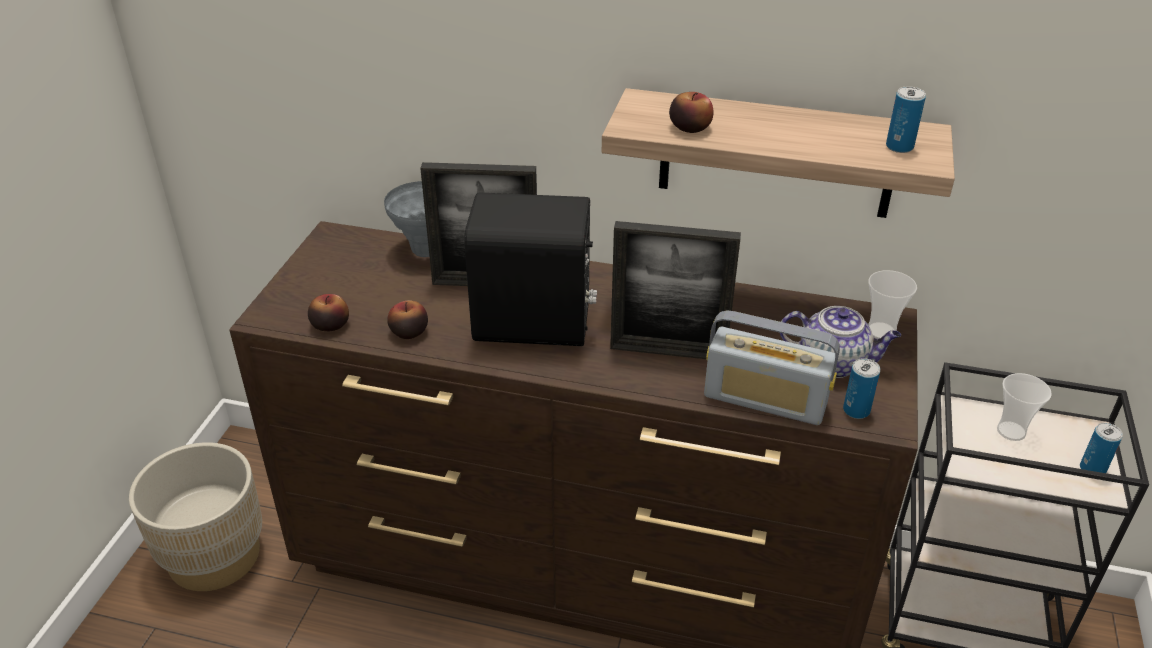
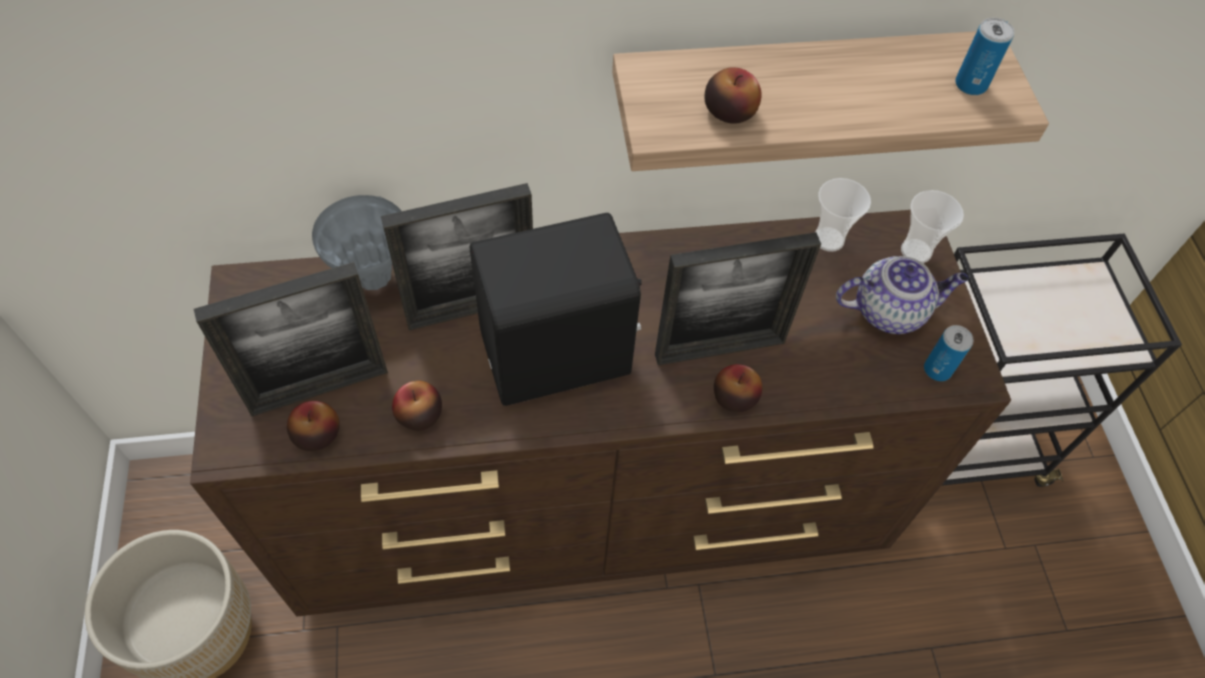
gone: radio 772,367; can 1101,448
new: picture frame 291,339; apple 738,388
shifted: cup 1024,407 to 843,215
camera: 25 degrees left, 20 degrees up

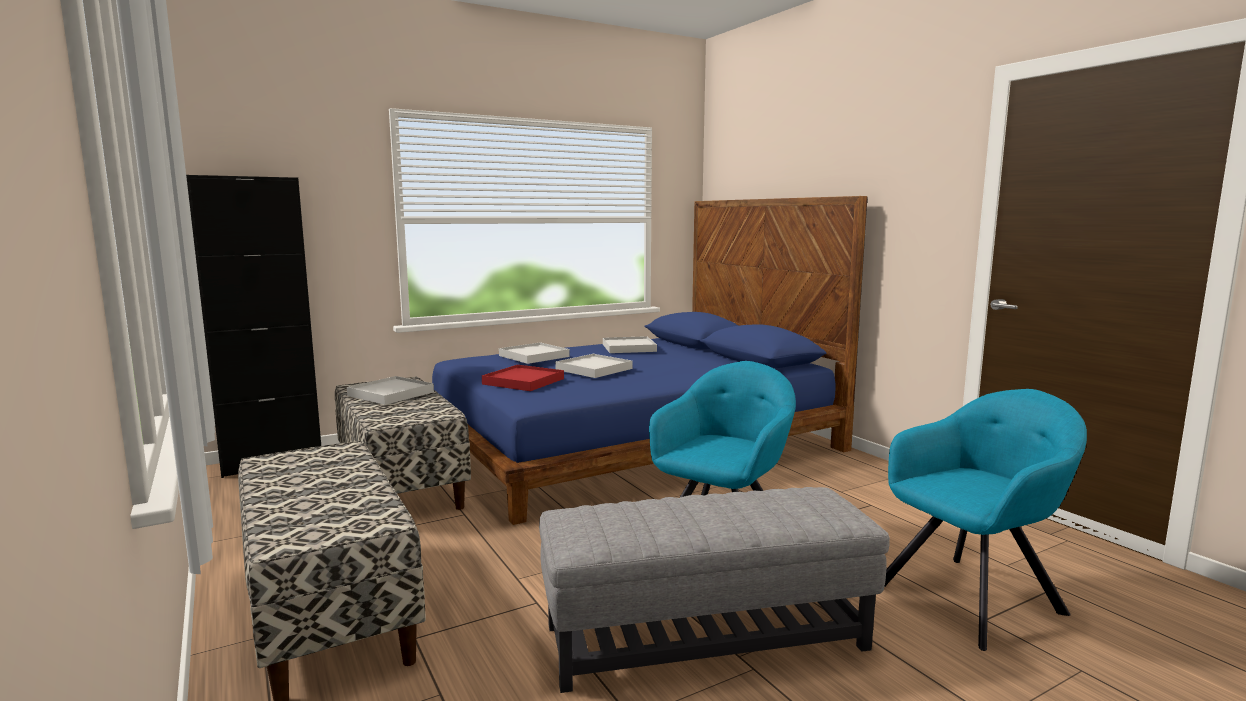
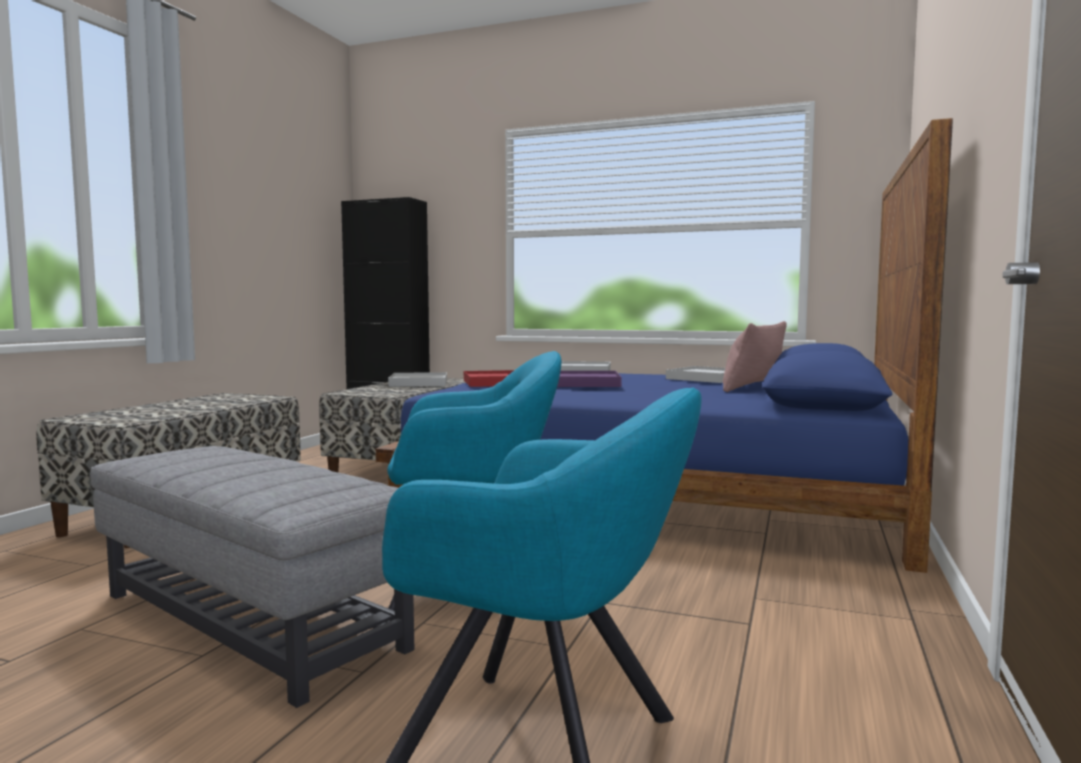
new: pillow in pink 755,356
repainted: tray in white 593,366 to tray in purple 589,379
camera: 50 degrees right, 5 degrees down

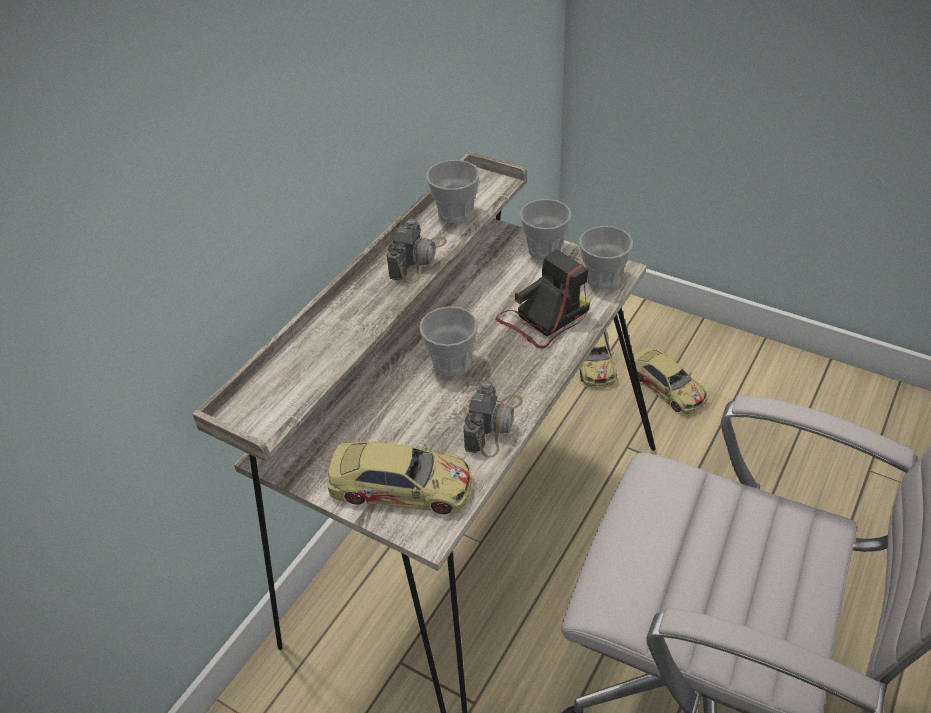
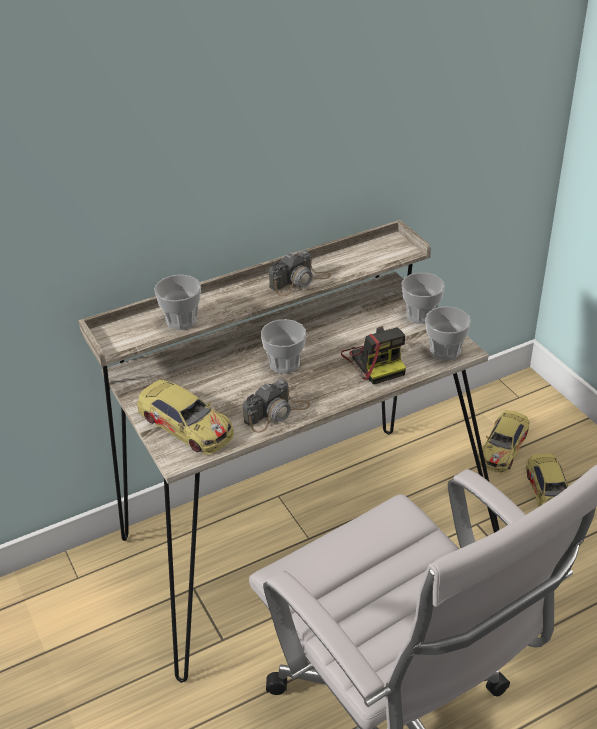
shifted: cup 453,192 to 177,302
rotated: photo camera 543,299 = 373,355 75 degrees clockwise
camera: 30 degrees right, 5 degrees down

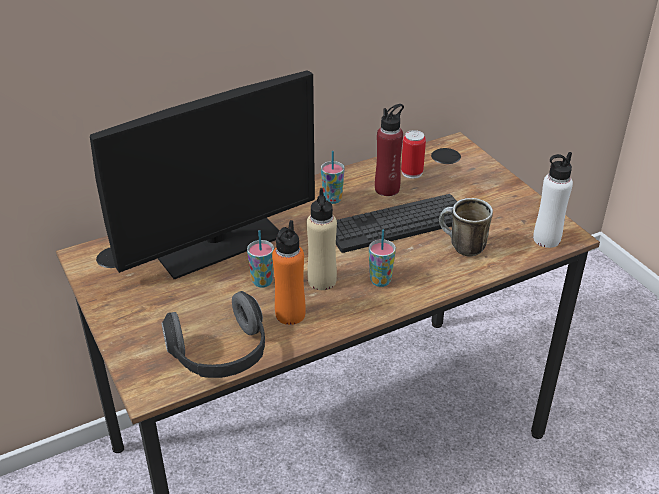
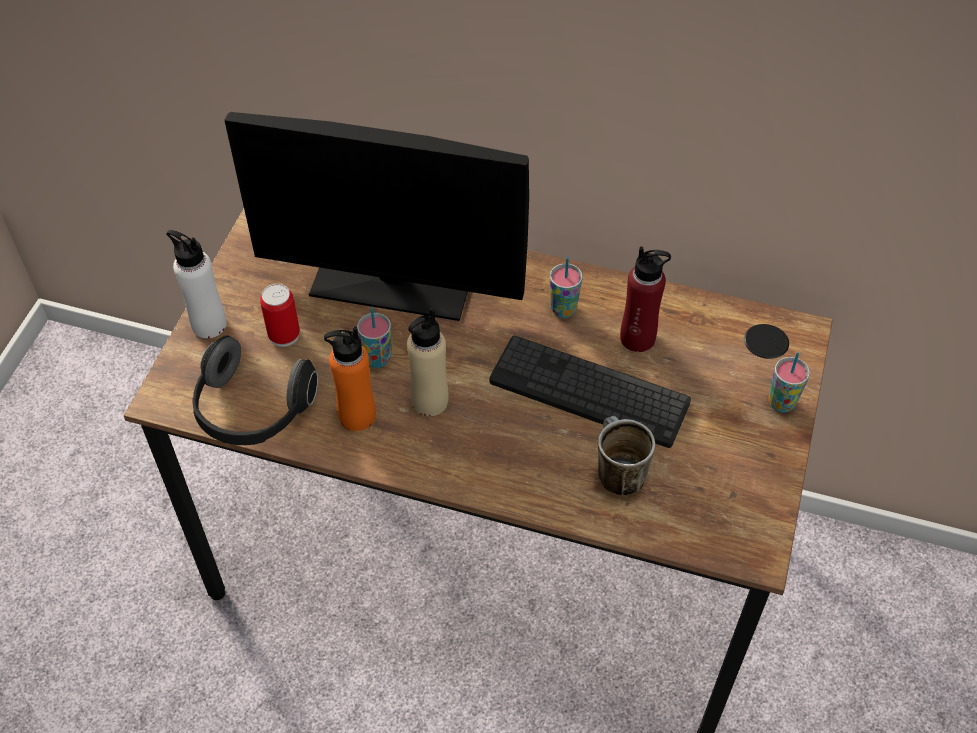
shifted: can 413,154 to 280,315; bottle in white 553,200 to 196,284; cup 382,258 to 789,382
camera: 45 degrees right, 15 degrees up

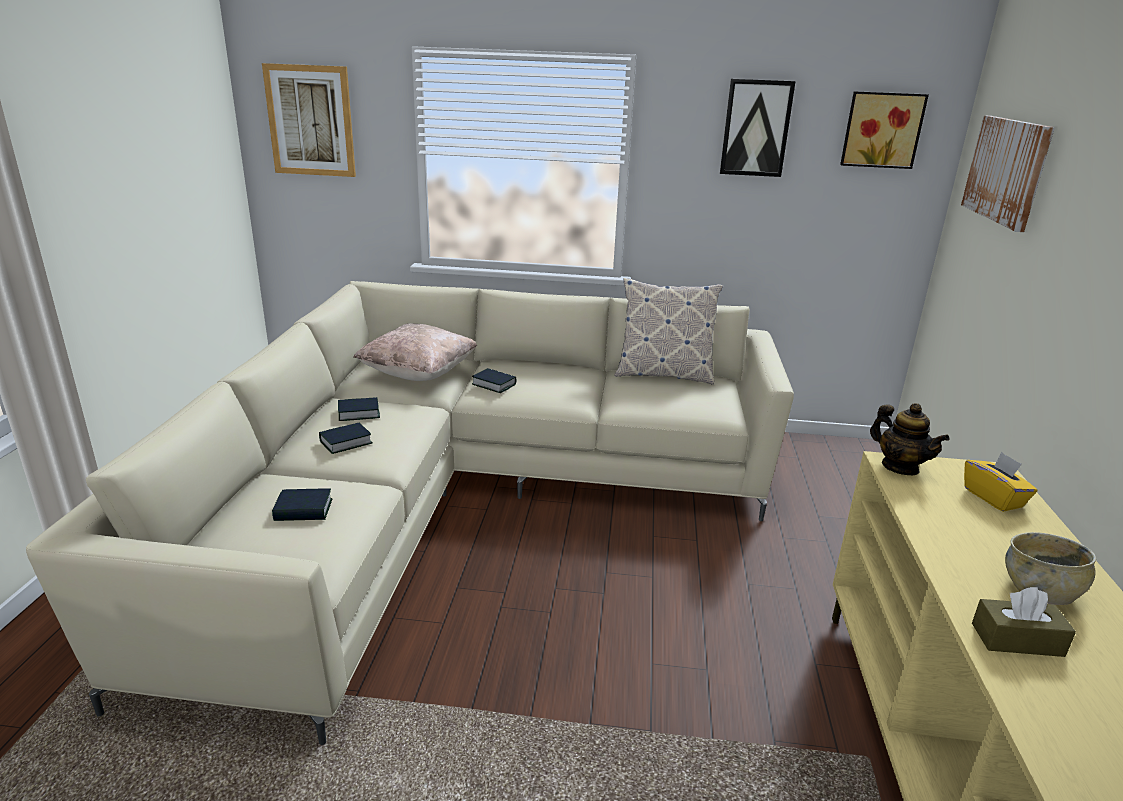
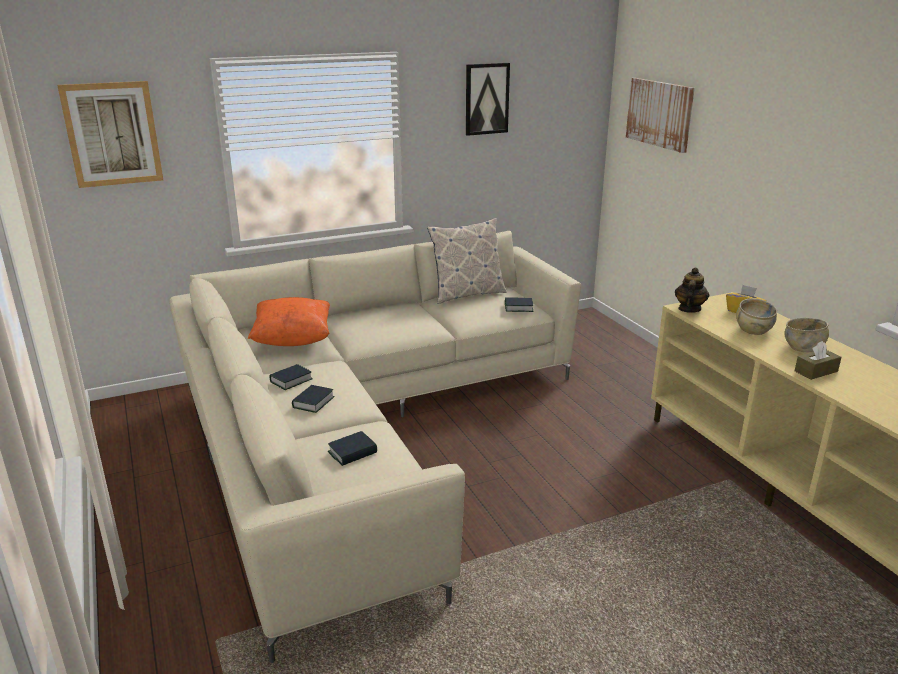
gone: picture 884,130
new: bowl in beige 756,316
shifted: book 494,380 to 519,304
repainted: pillow in beige 415,352 to pillow in orange 289,321
rotated: teapot 910,439 = 692,290 90 degrees counterclockwise
camera: 30 degrees left, 0 degrees up

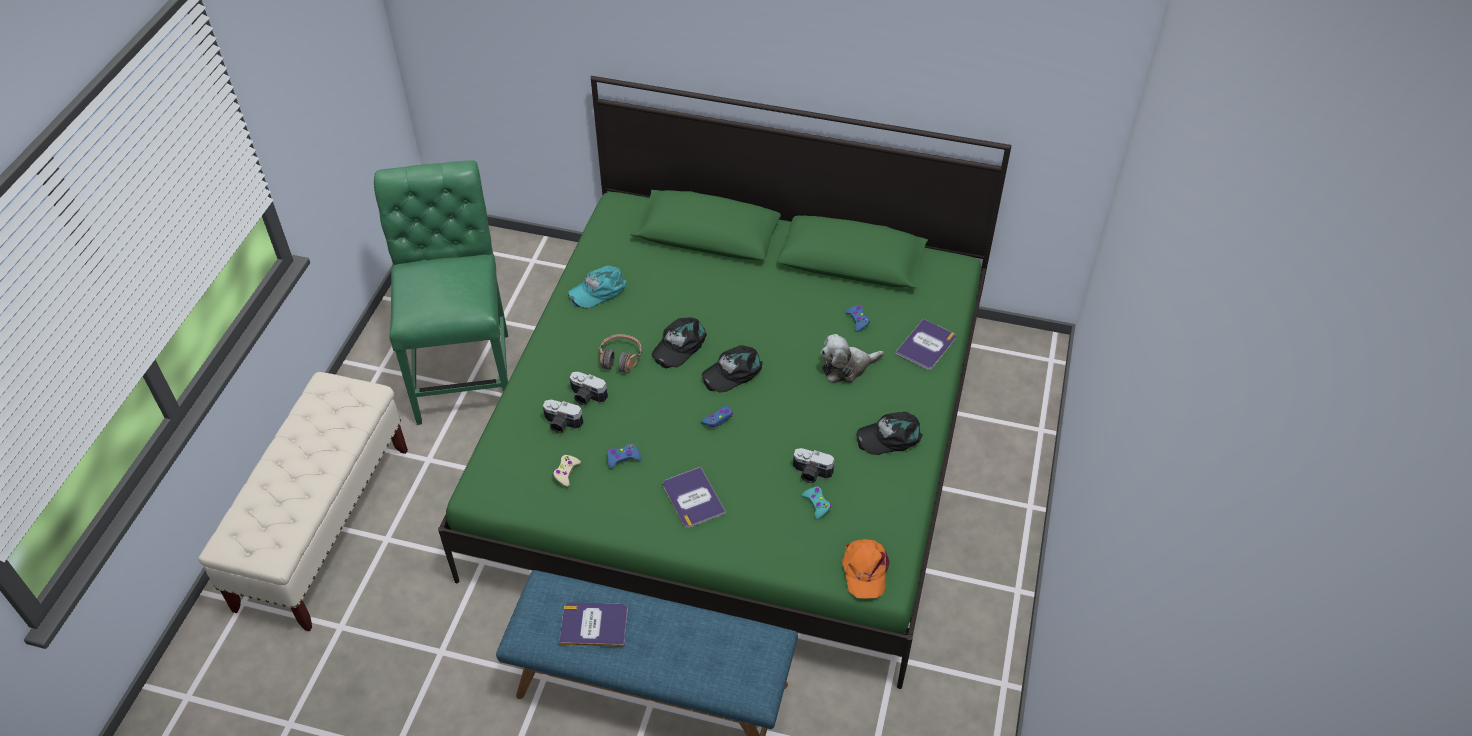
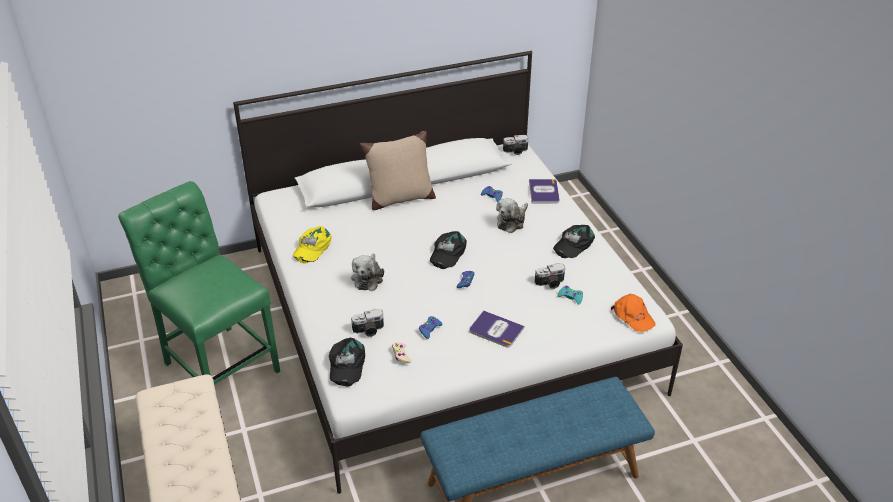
gone: book 593,624
new: pillow in beige 398,170
shifted: cap in black 679,343 to 347,362; photo camera 588,388 to 515,145
swapped: headphones 620,353 to plush toy 367,272
repainted: bed in green 725,382 to bed in white 458,272; cap in turquoise 597,287 to cap in yellow 312,245
camera: 35 degrees left, 10 degrees down

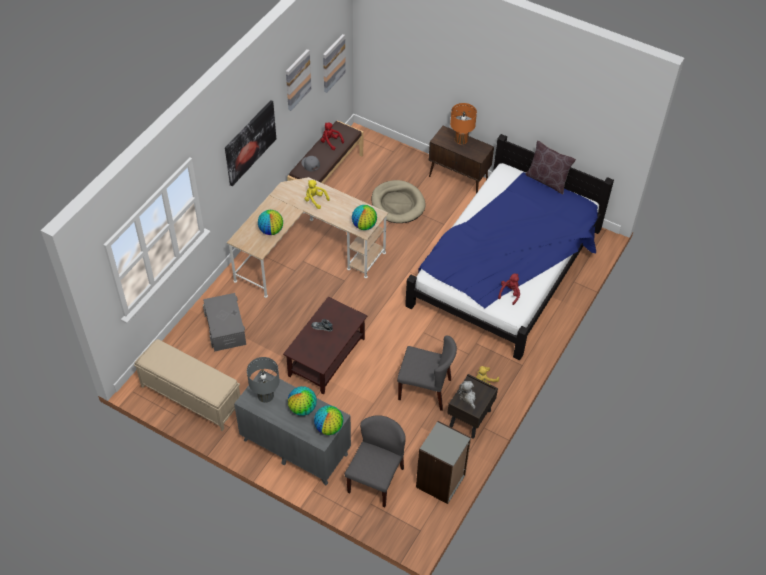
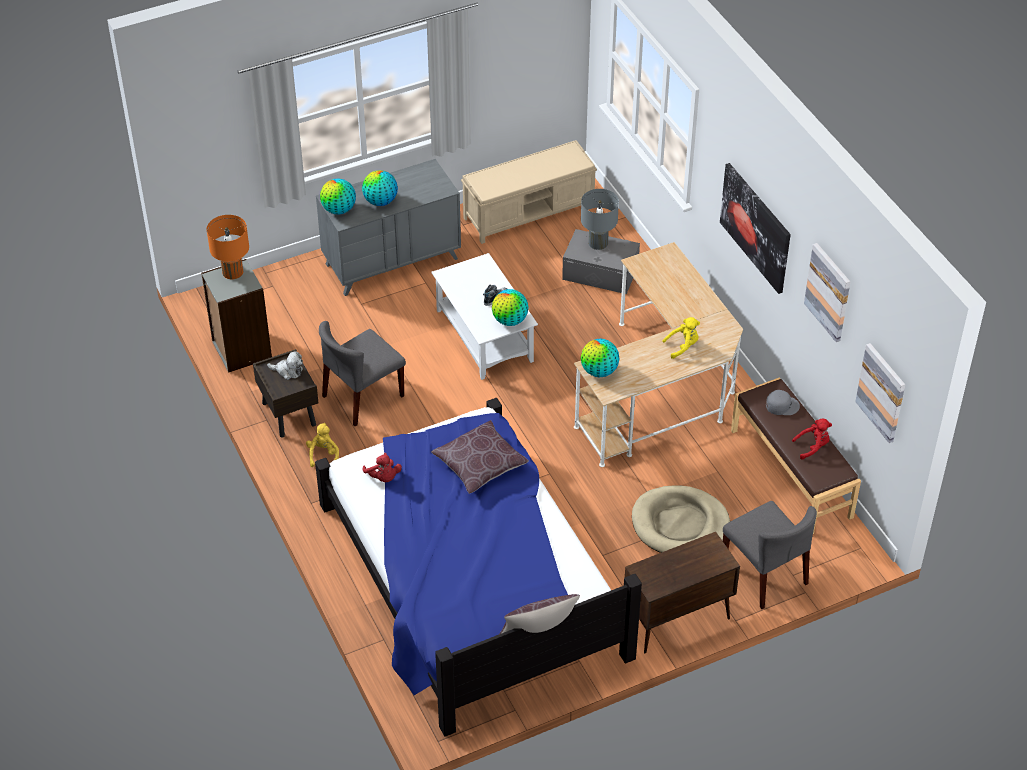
new: pillow in brown 480,457
shifted: table lamp in orange 463,124 to 227,247; globe 270,222 to 510,307; table lamp in grey 263,380 to 600,219; chair in grey 375,461 to 770,555
repainted: coffee table in brown 325,346 to coffee table in white 485,316
camera: 125 degrees right, 5 degrees down

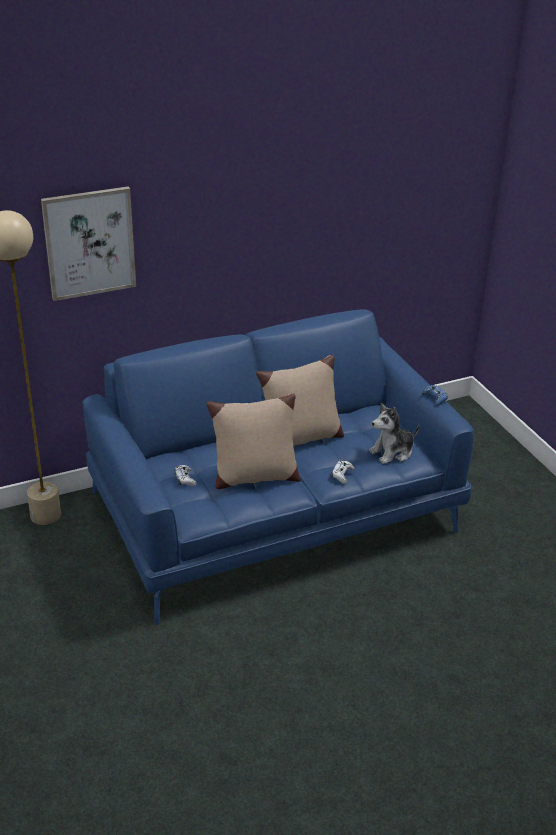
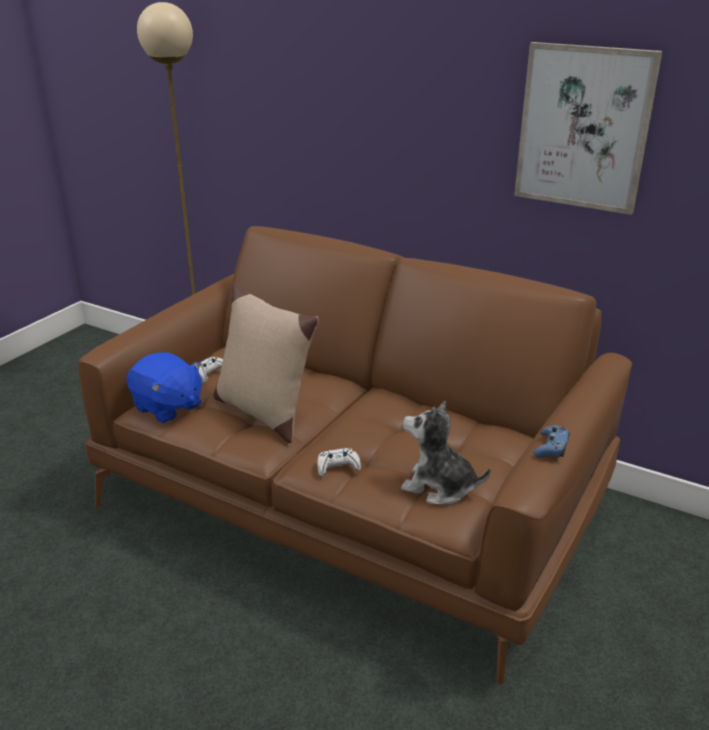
gone: pillow in beige 300,400
new: plush toy in blue 164,387
shifted: picture 88,244 to 588,128
repainted: sofa in blue 278,467 to sofa in brown 355,455
camera: 55 degrees right, 5 degrees down

